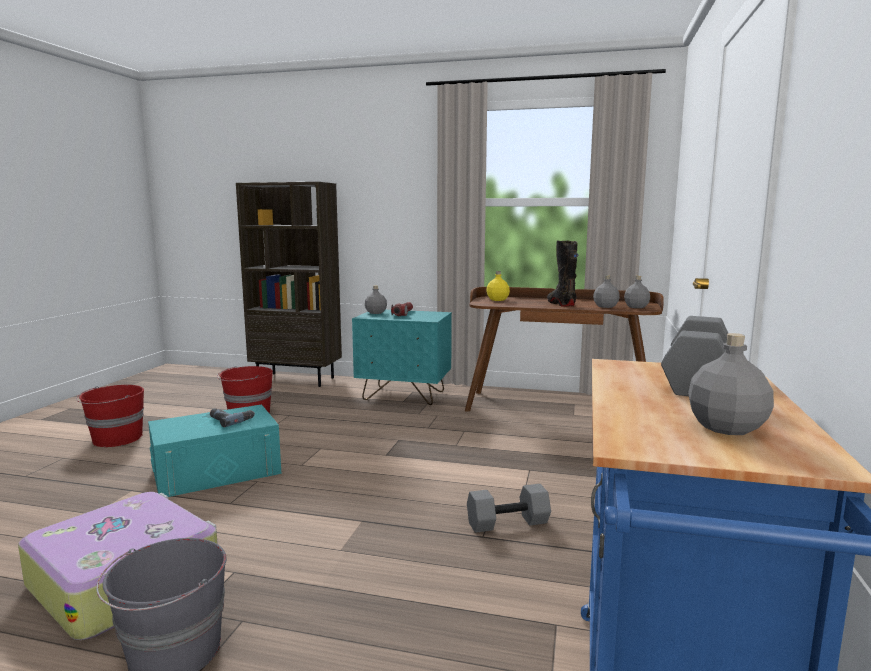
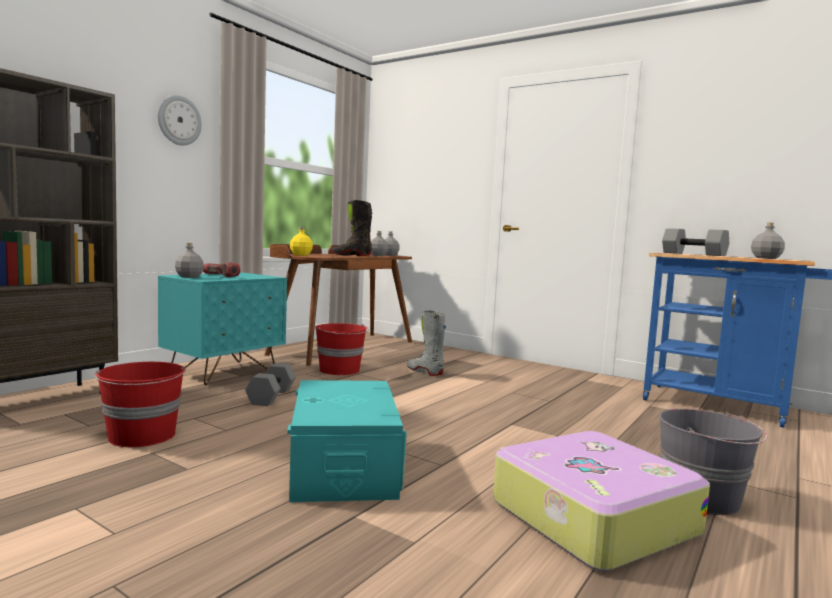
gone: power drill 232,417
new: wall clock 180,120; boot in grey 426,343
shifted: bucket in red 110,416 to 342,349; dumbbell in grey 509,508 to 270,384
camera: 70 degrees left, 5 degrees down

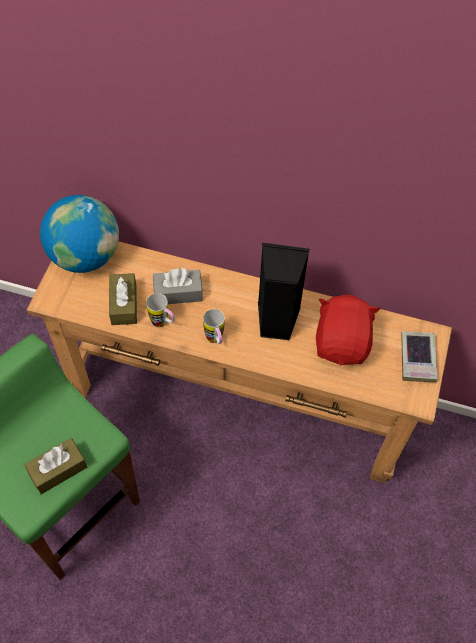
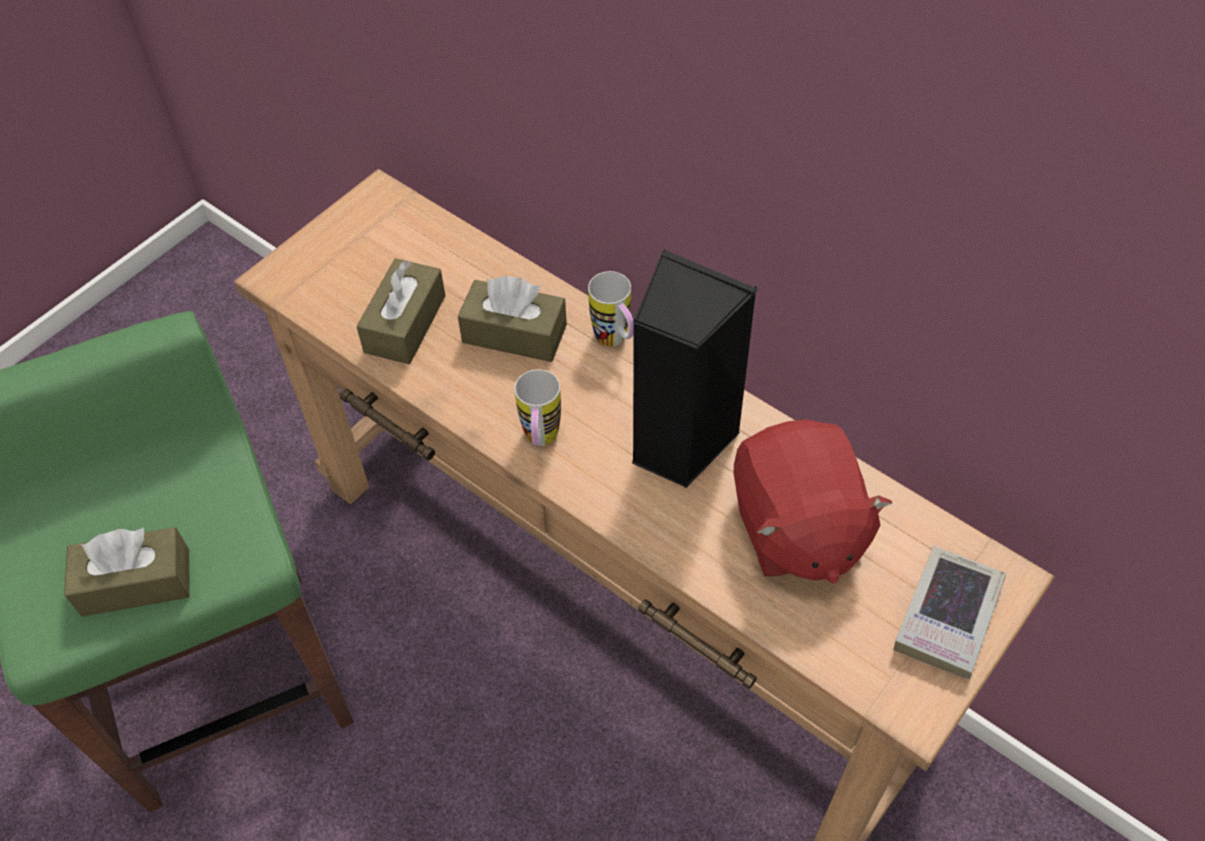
gone: globe 79,234
shifted: mug 160,310 to 611,309
repainted: tissue box in grey 178,286 to tissue box in brown 512,319
rotated: plush toy in red 348,330 = 812,501 135 degrees clockwise
camera: 25 degrees right, 5 degrees down

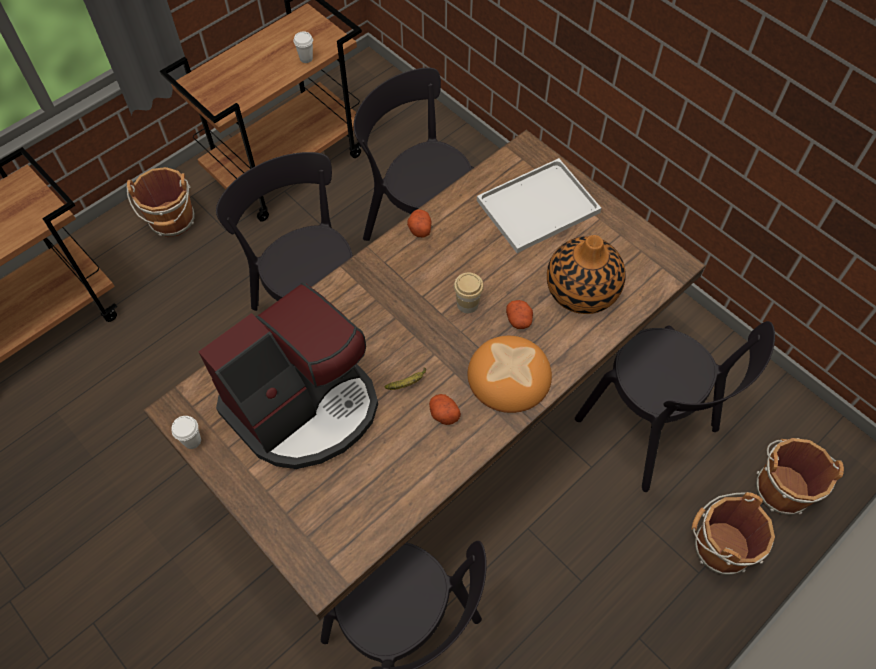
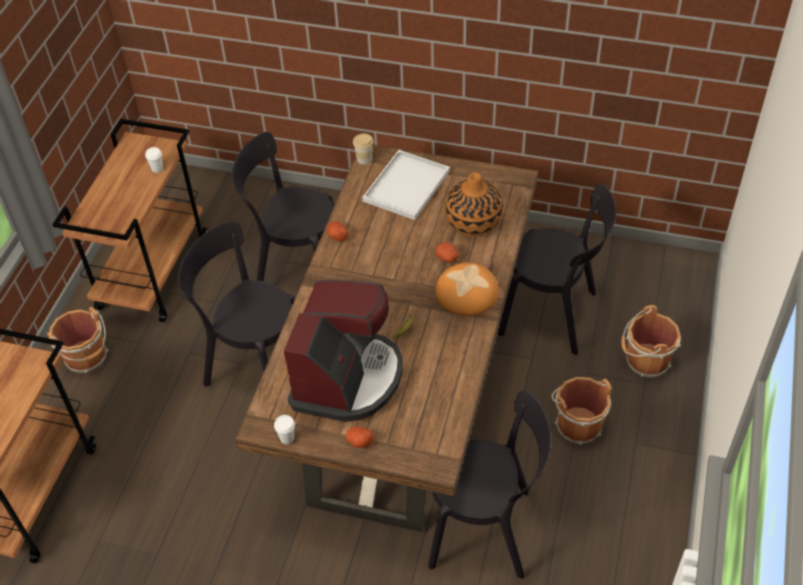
shifted: cup 469,293 to 363,149; potato 445,409 to 360,437; bucket in brown 800,476 to 581,411
camera: 30 degrees left, 10 degrees down

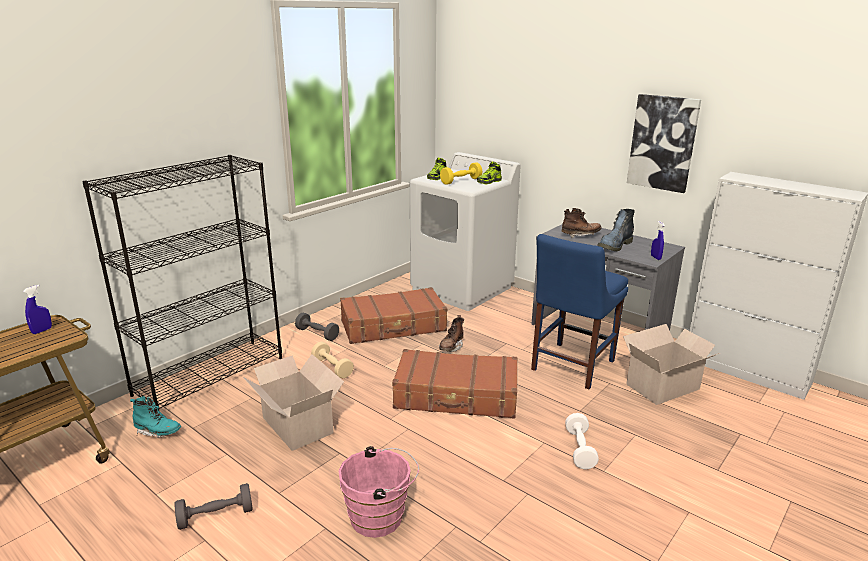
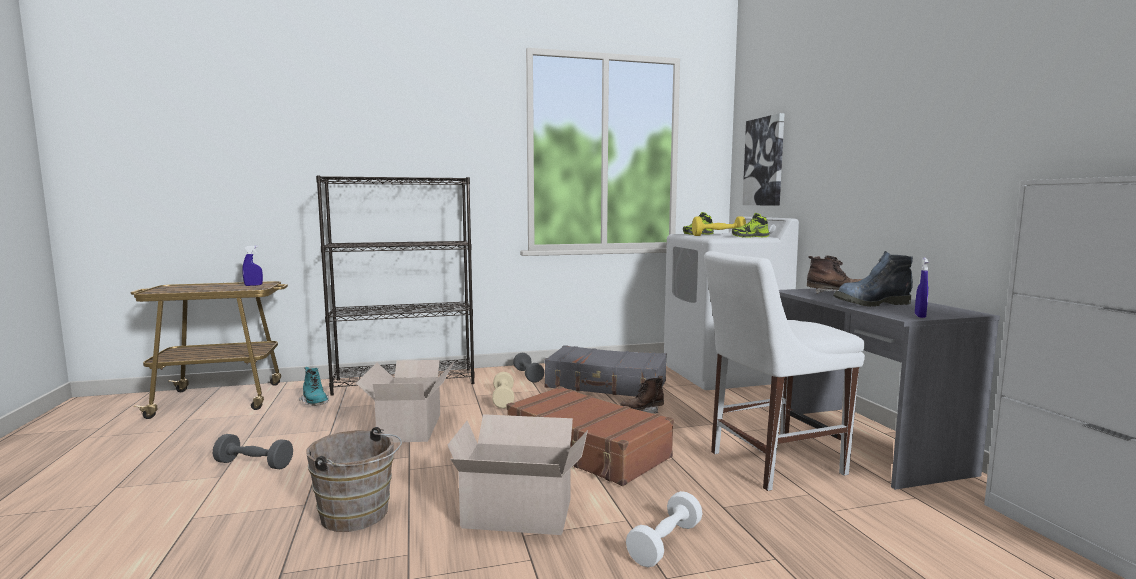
shifted: picture 664,143 to 763,159; cardboard box 671,364 to 518,474
repainted: chair in blue 579,311 to chair in white 784,371; suitcase in brown 393,315 to suitcase in grey 605,371; bucket in pink 379,492 to bucket in brown 354,479
camera: 35 degrees right, 15 degrees down

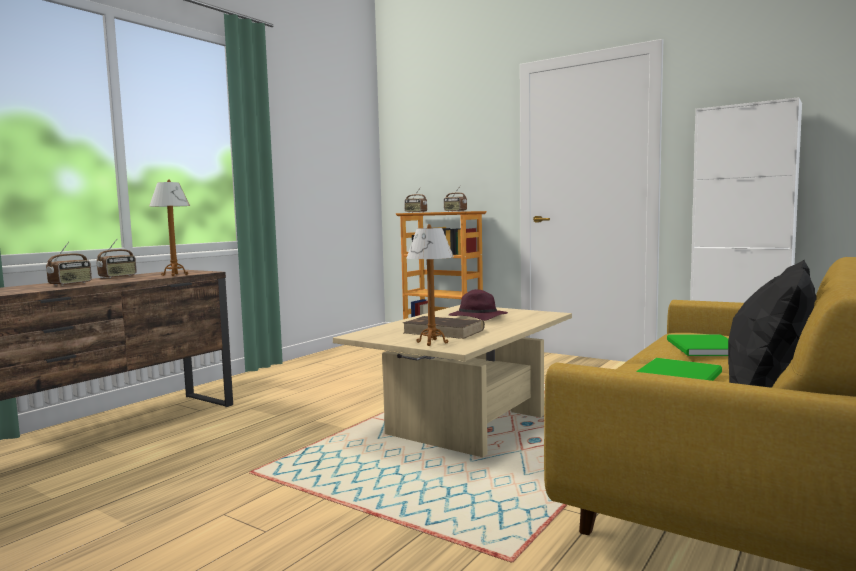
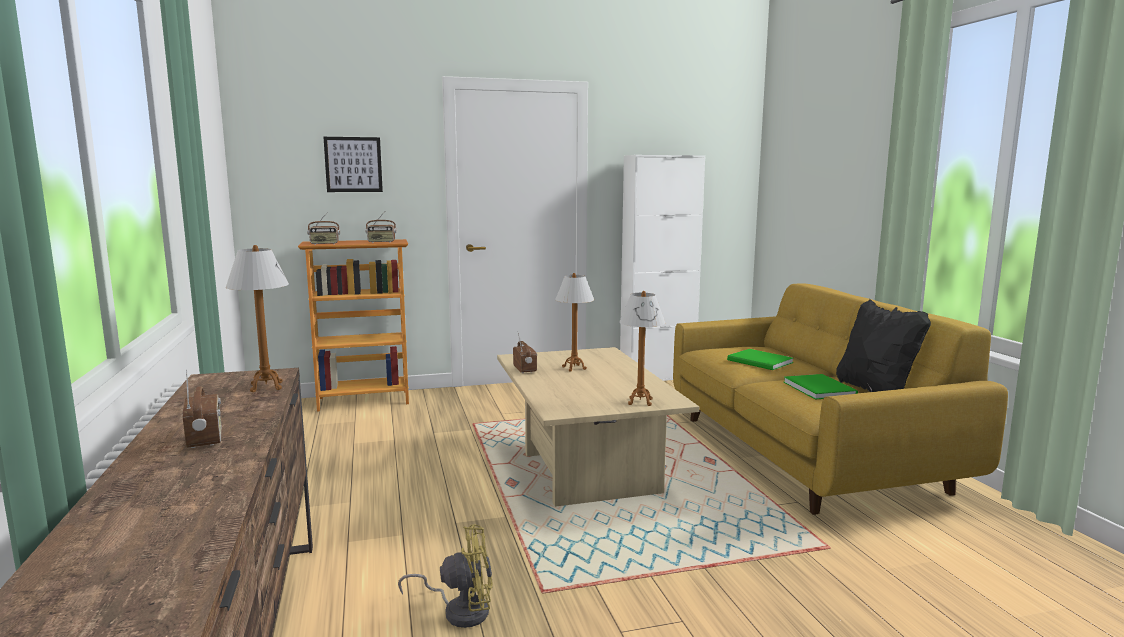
gone: book in brown 444,327
new: picture 353,164; fan in yellow 445,576
shifted: radio 116,258 to 525,353
swapped: hat in purple 478,305 to table lamp 574,322
camera: 50 degrees left, 5 degrees up

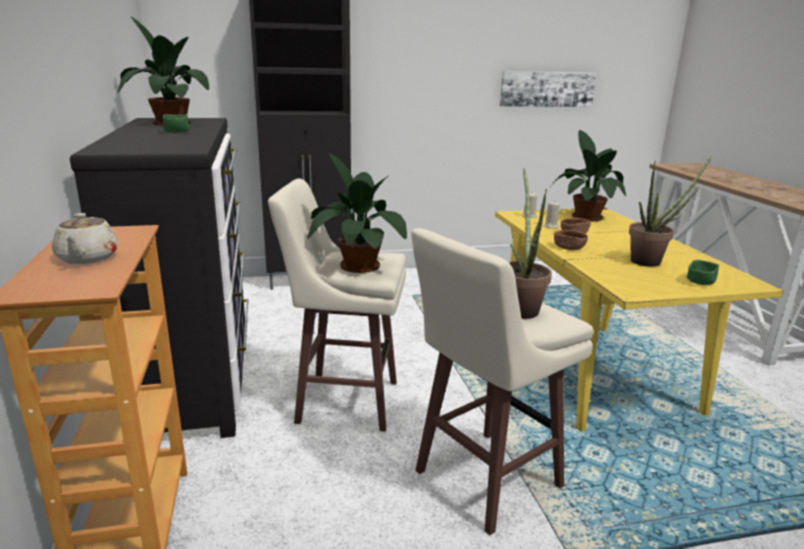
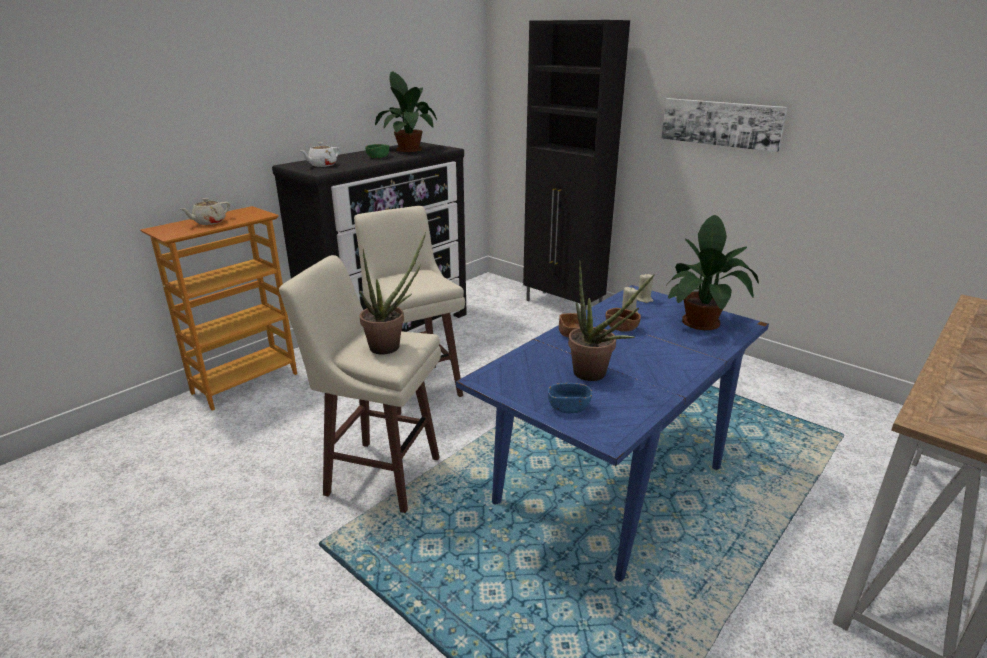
gone: potted plant 357,213
new: teapot in white 320,154
shifted: picture 548,89 to 724,125
repainted: dining table in yellow 639,320 to dining table in blue 612,433; bowl in green 703,272 to bowl in blue 570,398
camera: 55 degrees right, 5 degrees up

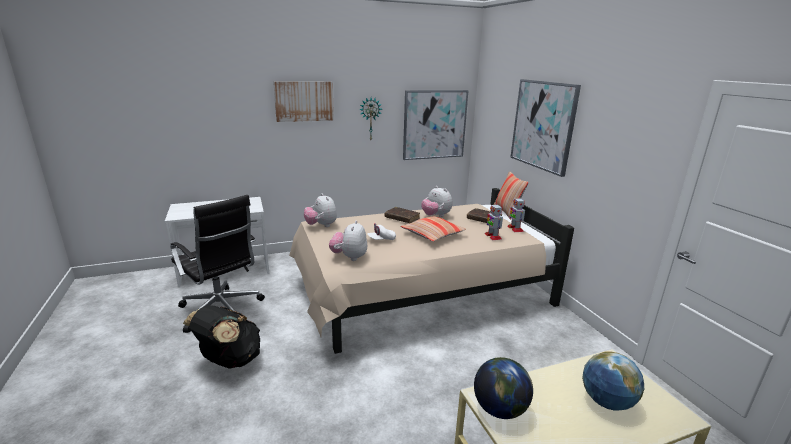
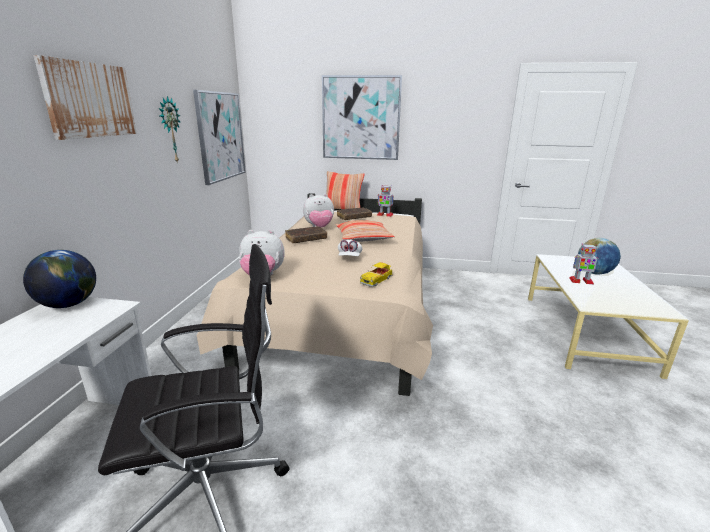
gone: backpack in black 221,337
shifted: toy robot 494,222 to 584,264; globe 503,388 to 59,279
swapped: plush toy 348,240 to toy car 376,274
camera: 60 degrees left, 0 degrees up

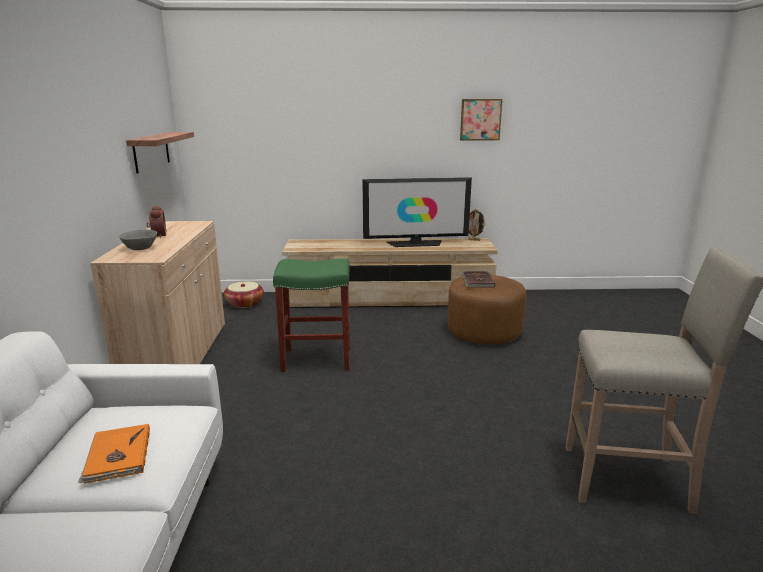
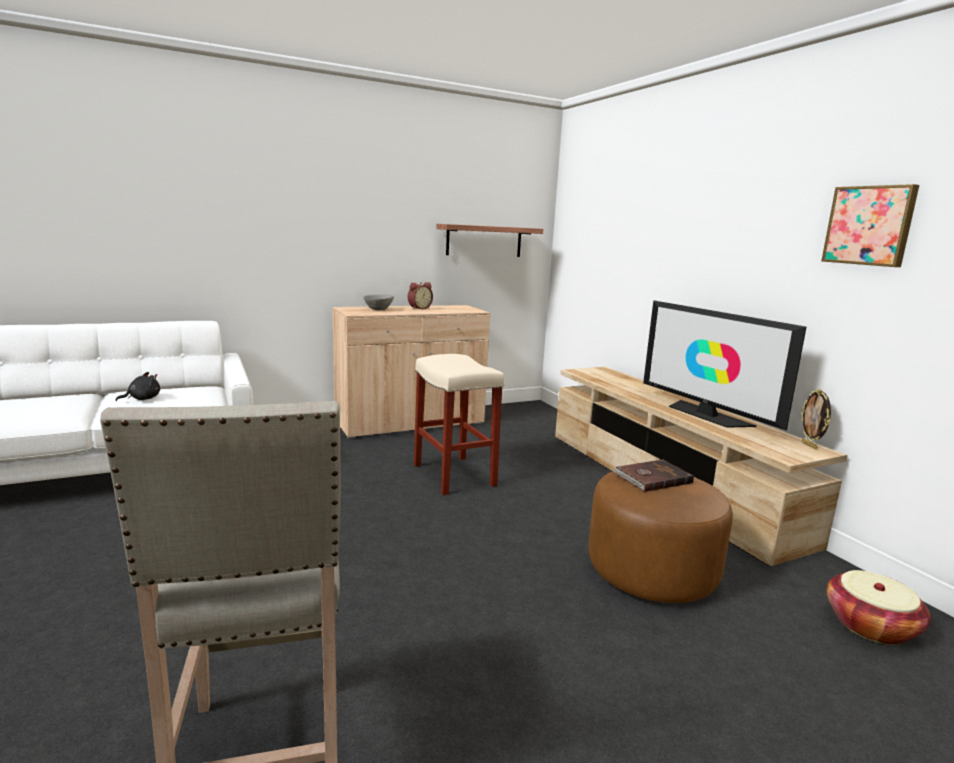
shifted: basket 244,294 to 878,607
swapped: book in orange 114,454 to plush toy in black 138,386
repainted: stool in green 311,315 to stool in beige 459,424
camera: 65 degrees right, 5 degrees down

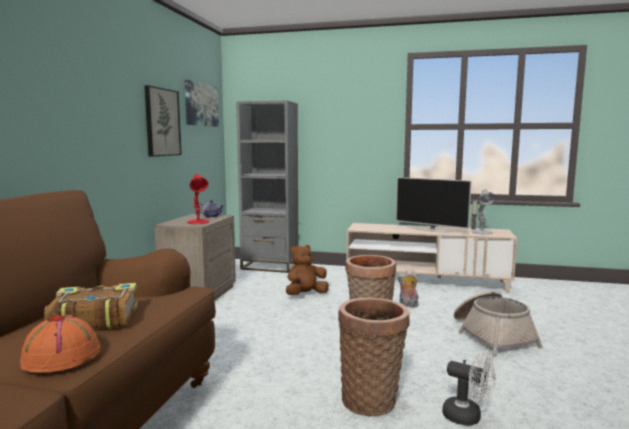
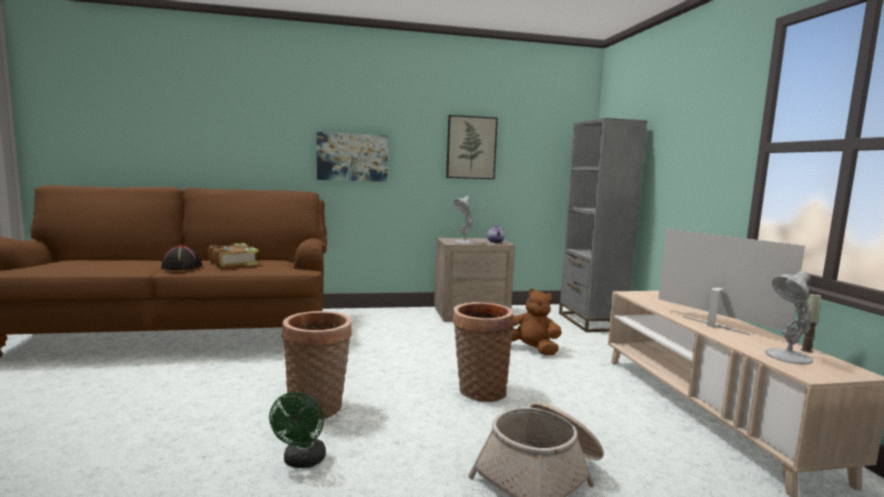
gone: plush toy 408,289
shifted: picture 202,103 to 352,157
repainted: table lamp in red 198,199 to table lamp in white 464,220; hat in orange 60,344 to hat in black 181,257; fan in white 469,388 to fan in green 297,430
rotated: television 434,205 = 731,281 135 degrees clockwise
camera: 65 degrees right, 0 degrees up

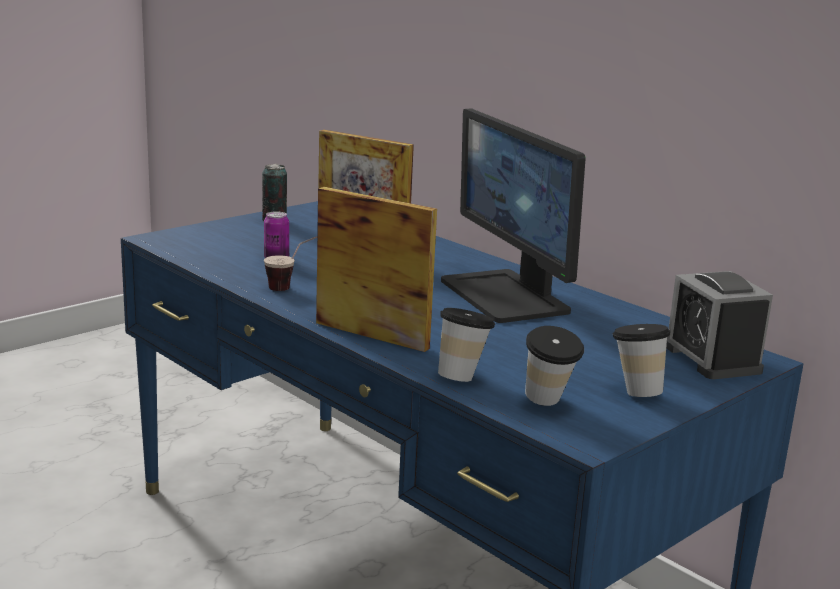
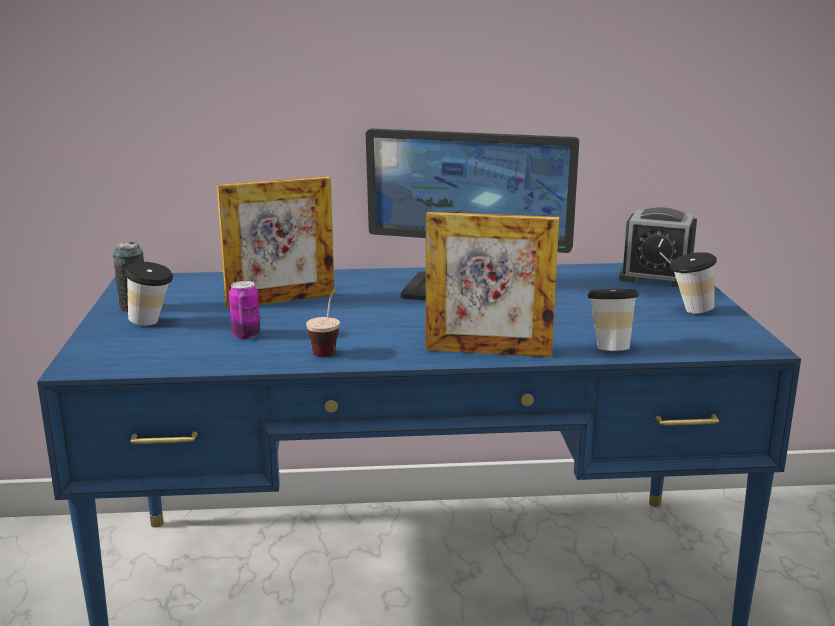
shifted: cup 554,366 to 148,294
rotated: picture frame 376,269 = 492,285 150 degrees counterclockwise
camera: 50 degrees left, 0 degrees up

